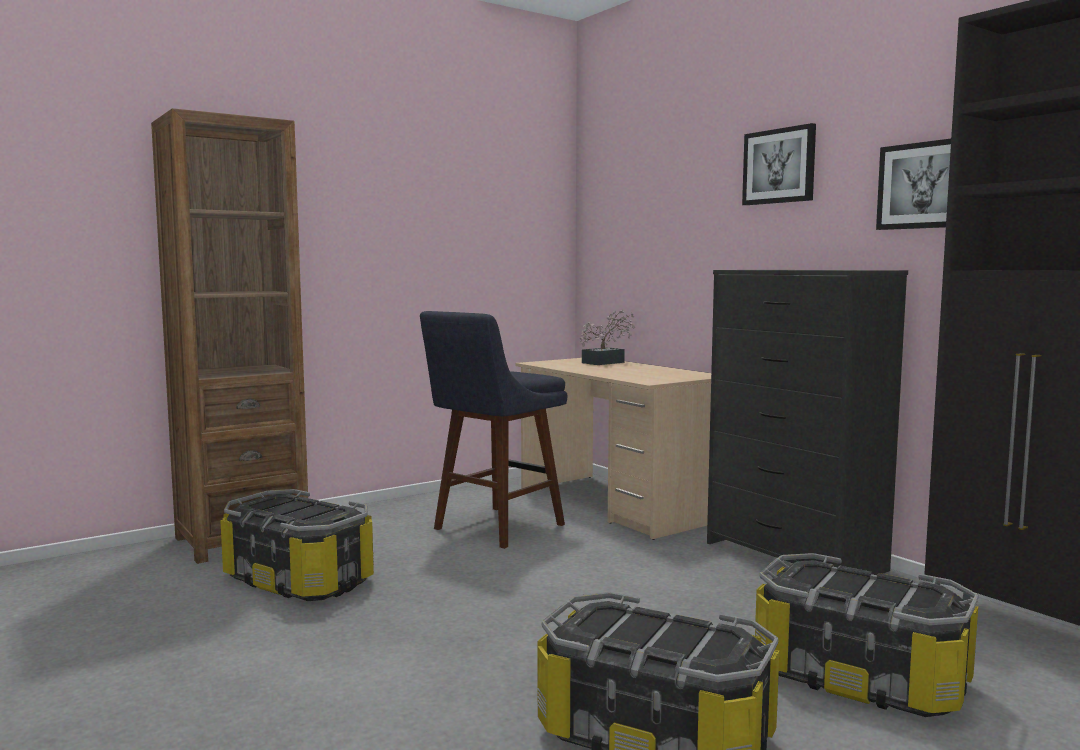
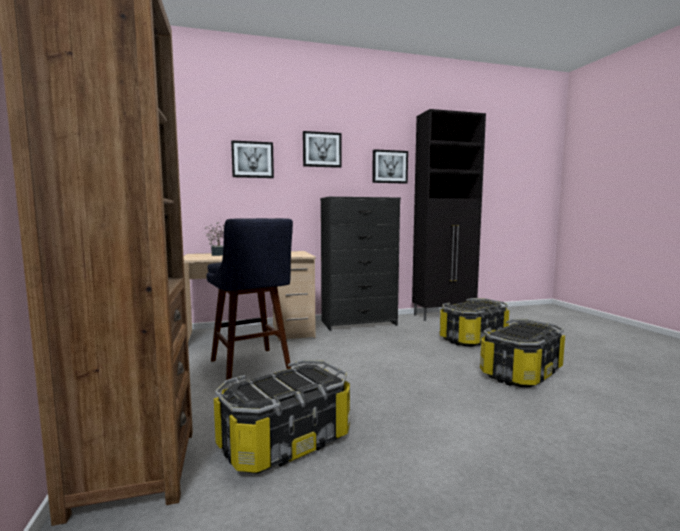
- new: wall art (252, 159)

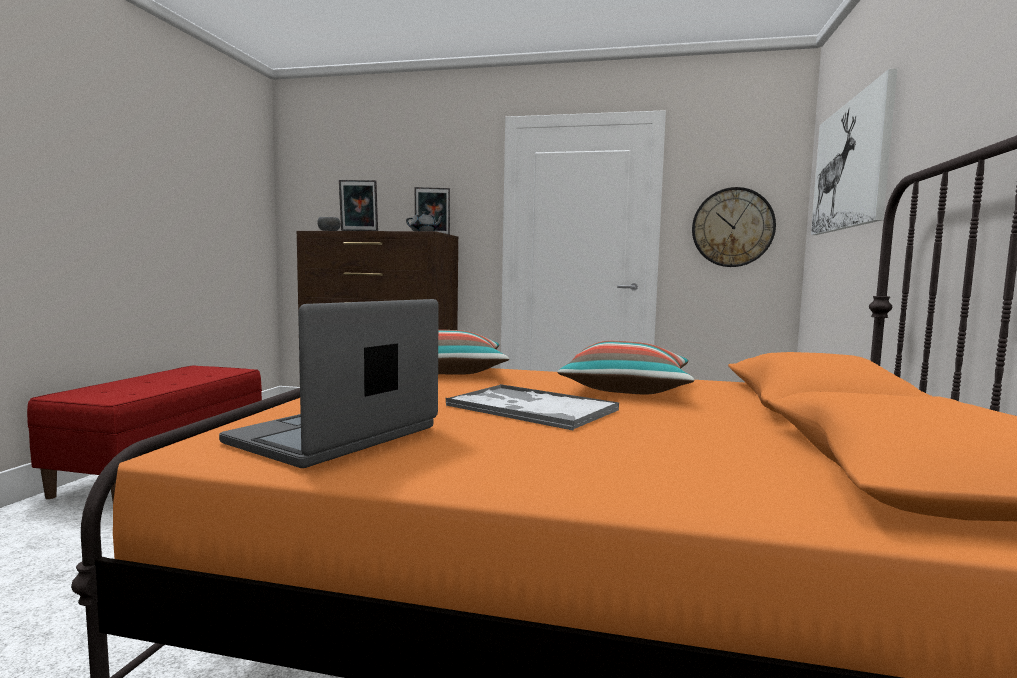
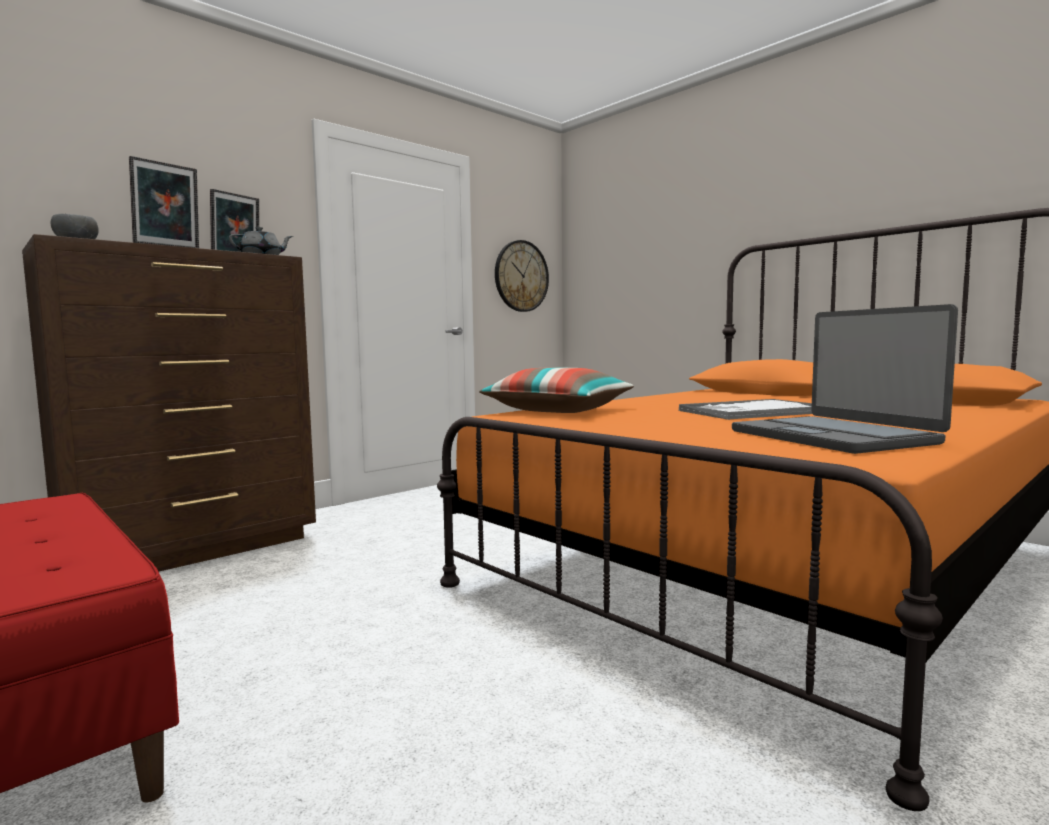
- gone: pillow (626, 368)
- gone: wall art (854, 152)

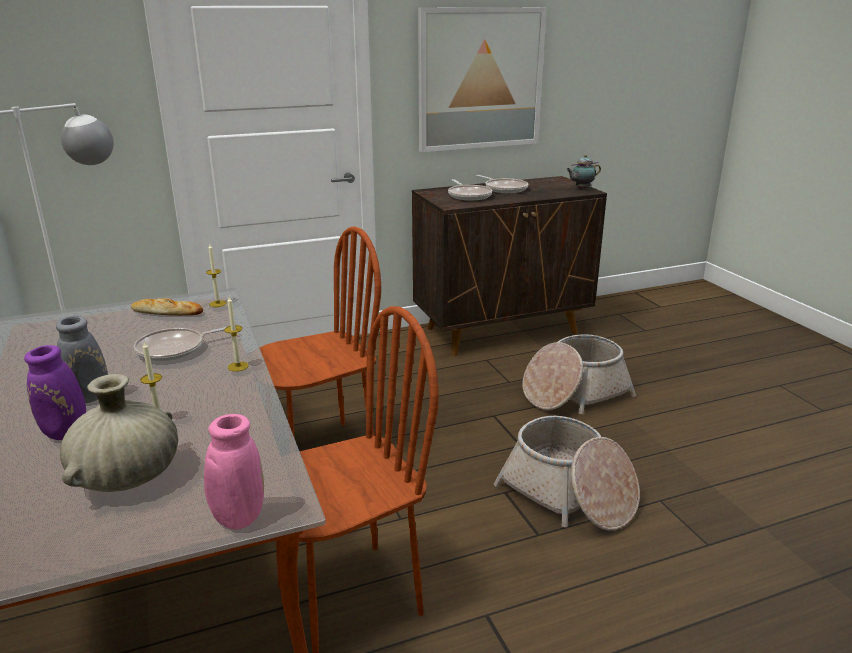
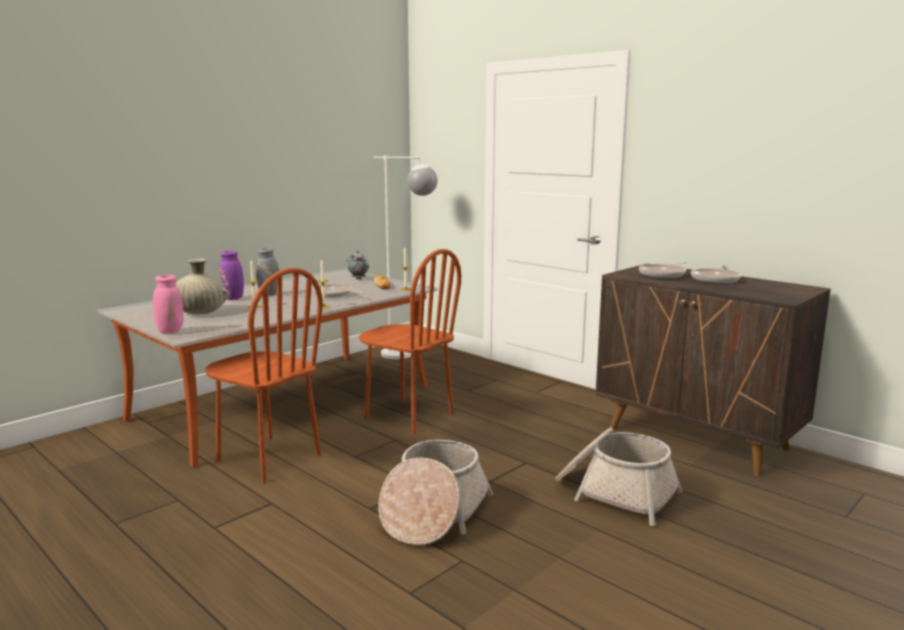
- gone: wall art (482, 79)
- shifted: pot for tea (583, 171) to (358, 265)

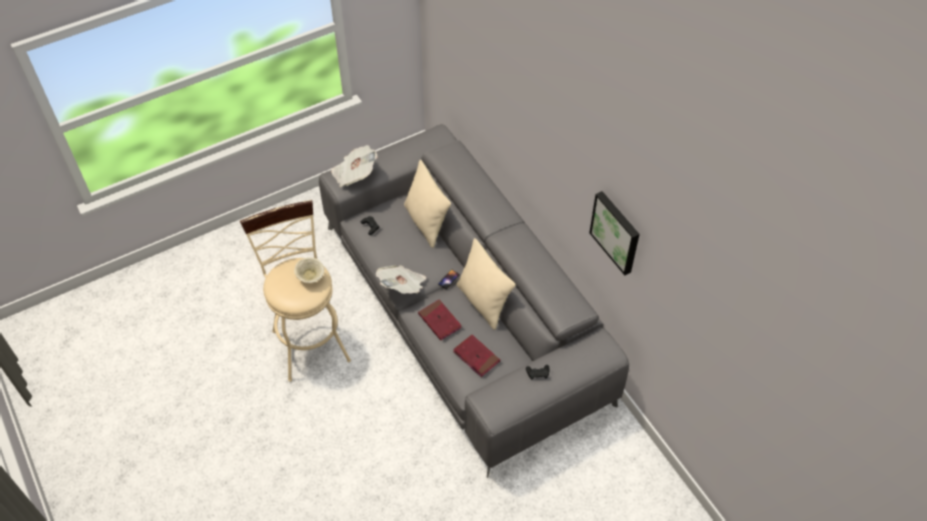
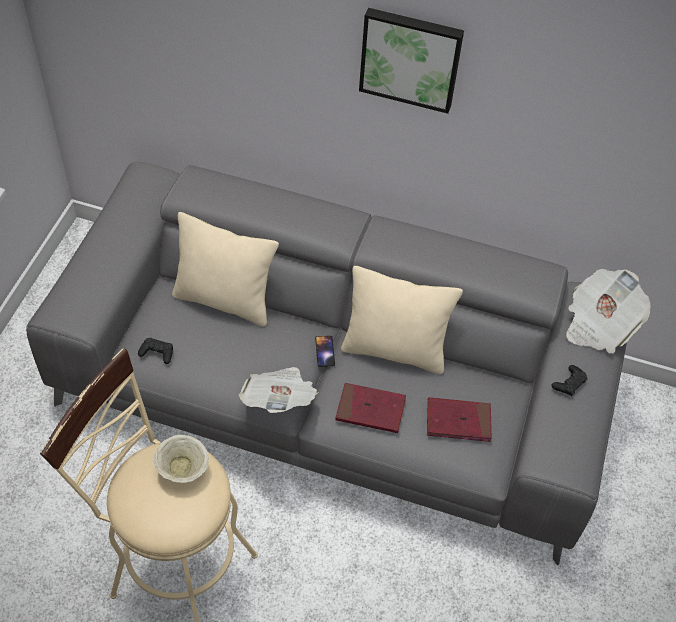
- shifted: printed paper (354, 166) to (608, 311)
- shifted: wall art (614, 233) to (411, 61)

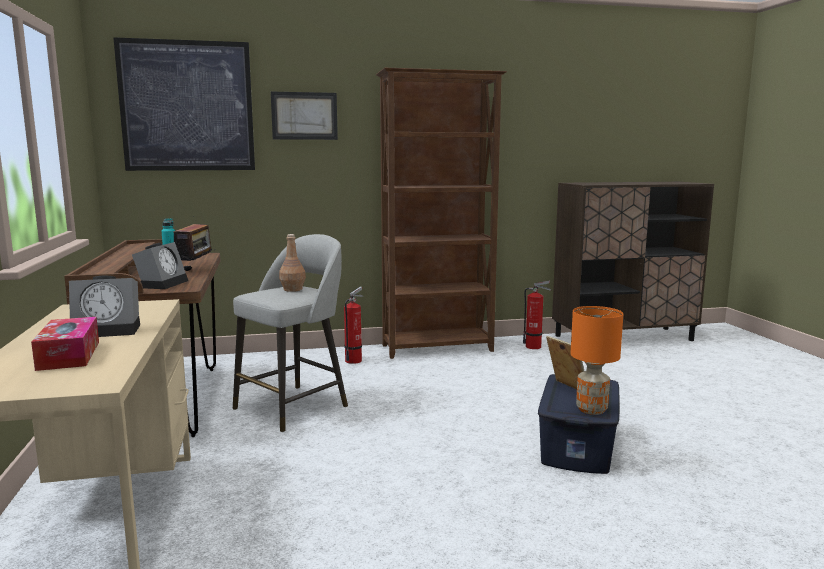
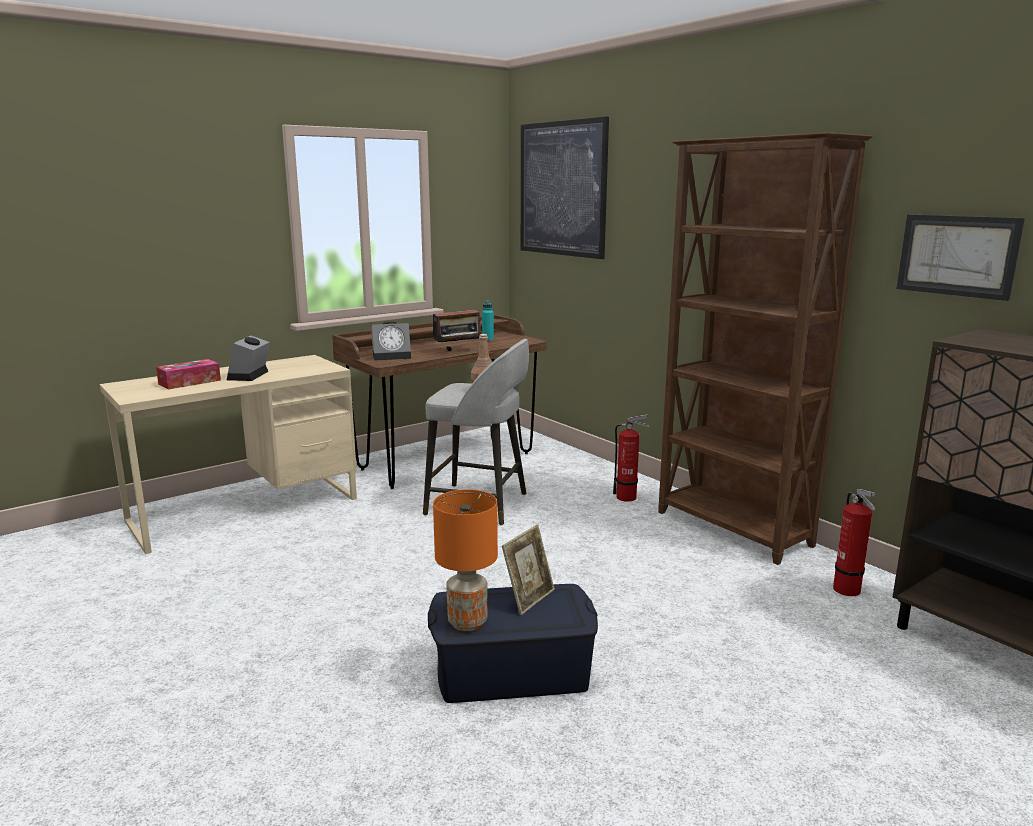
- rotated: table clock (104, 306) = (248, 358) 45 degrees clockwise
- shifted: wall art (304, 116) to (961, 258)

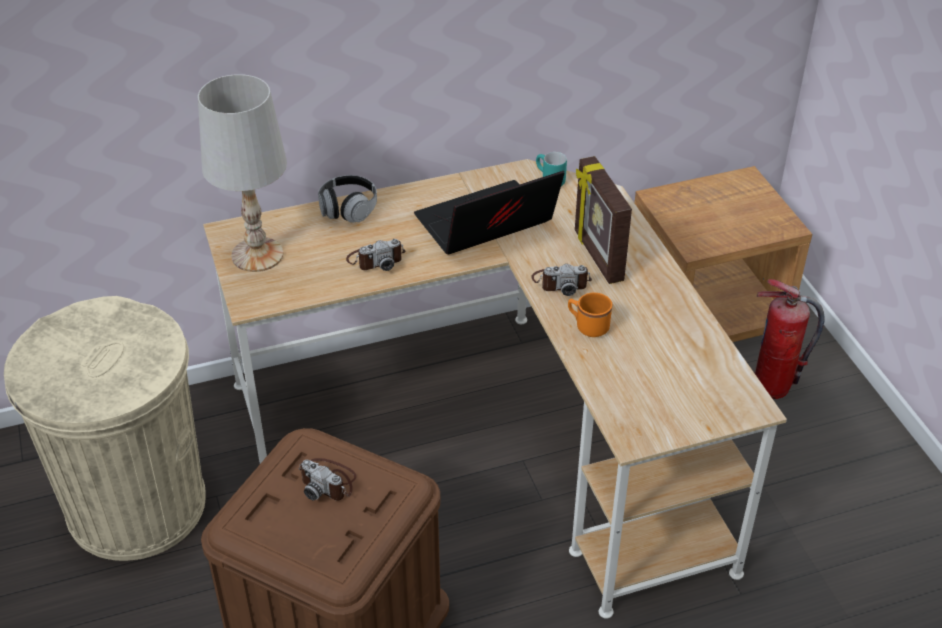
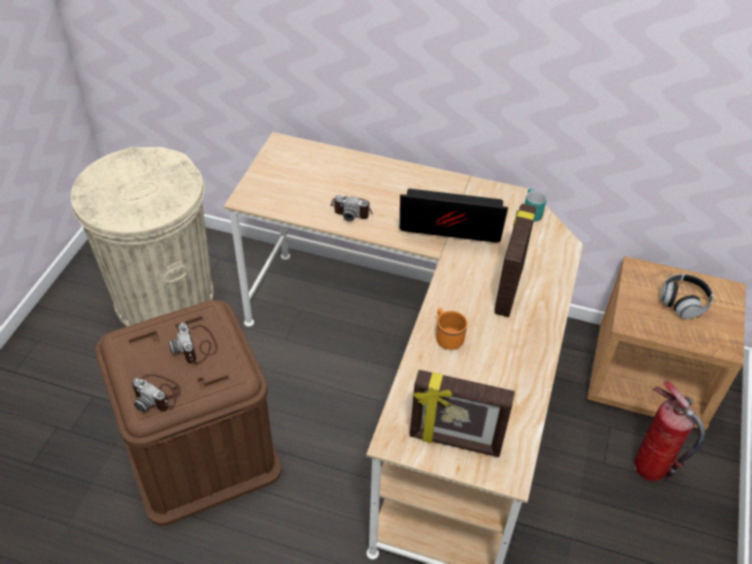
- gone: table lamp/white (242, 173)
- shifted: pair of headphones (347, 199) to (686, 296)
- shifted: photo camera (561, 280) to (156, 393)
- new: photo frame (462, 413)

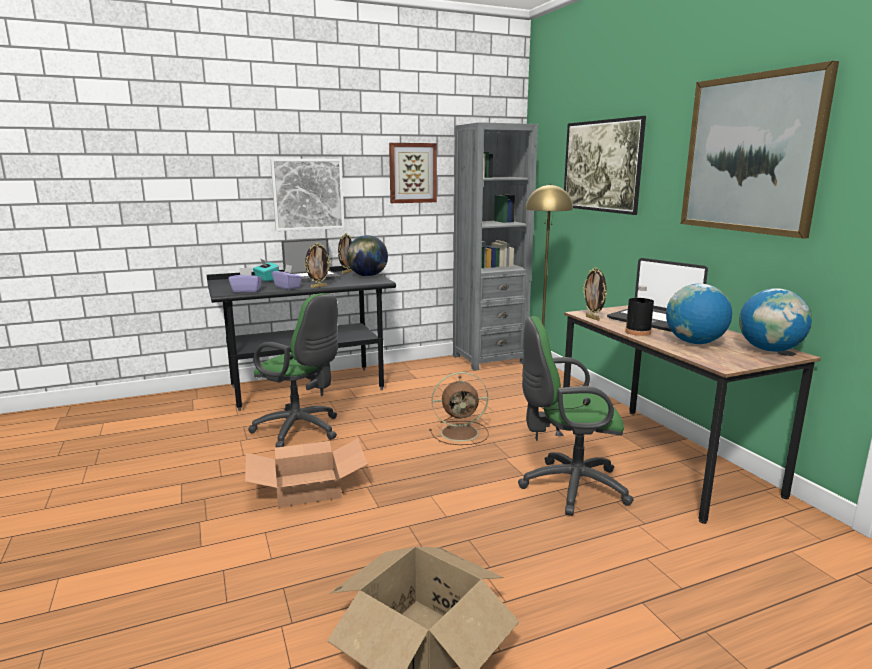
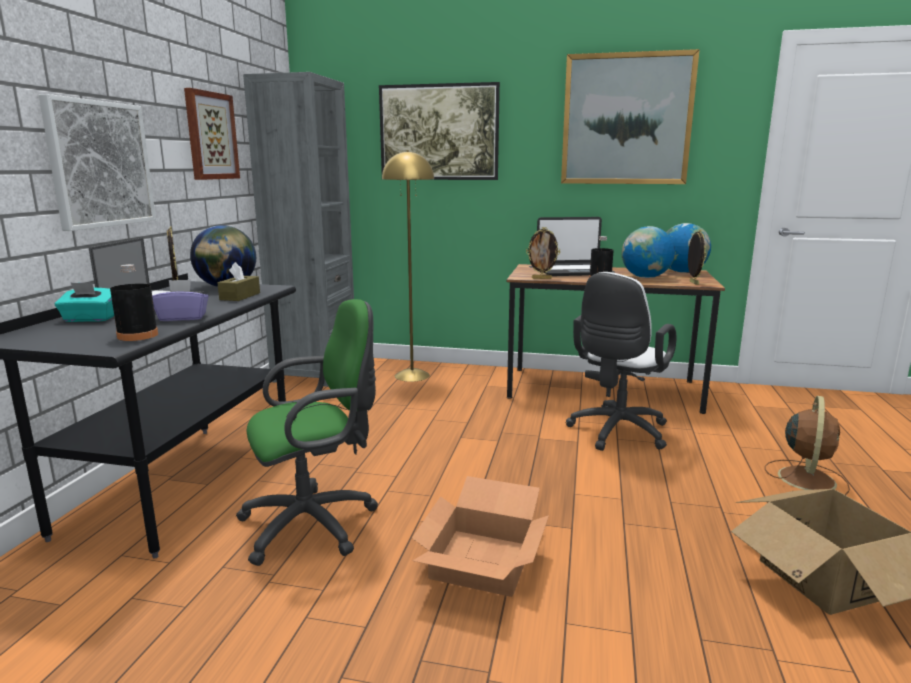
- swapped: tissue holder/purple-coloured (245, 280) to drink bottle/black (134, 302)
- shifted: photo frame (317, 265) to (697, 257)
- shifted: fan/brown-coloured (459, 408) to (807, 445)
- repainted: computer chair/green-coloured (576, 416) to computer chair/white (621, 361)
- new: tissue holder/brown-coloured (239, 281)

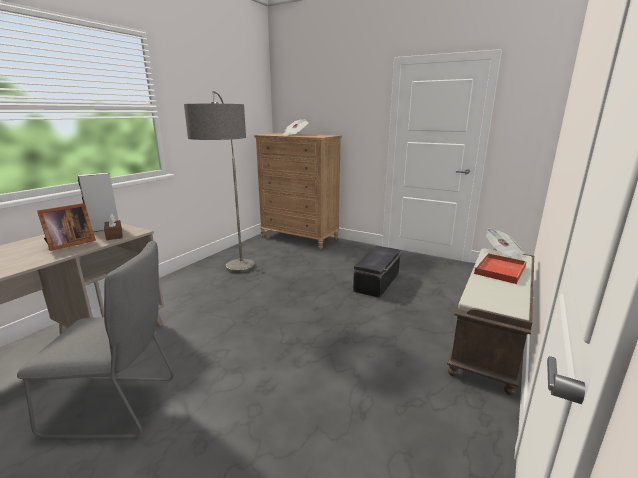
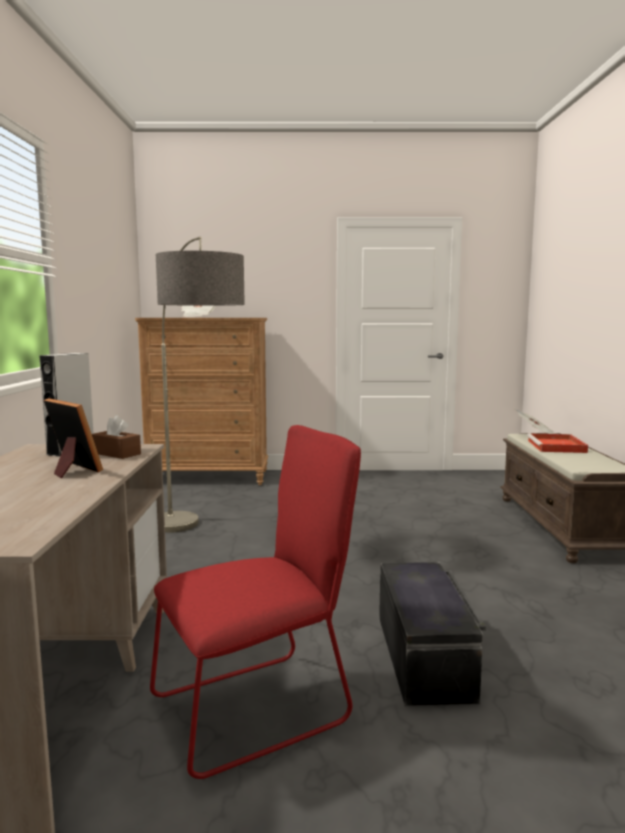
- repainted: chair/grey (95, 339) to chair/red-coloured (255, 602)
- rotated: photo frame (66, 227) = (73, 438) 60 degrees counterclockwise
- shifted: storage container/black (377, 272) to (432, 634)

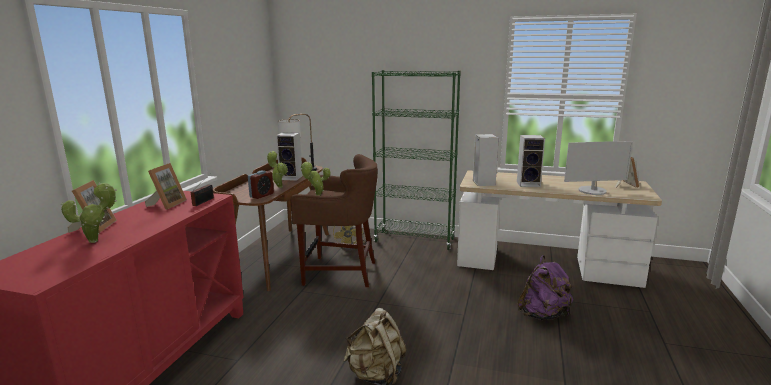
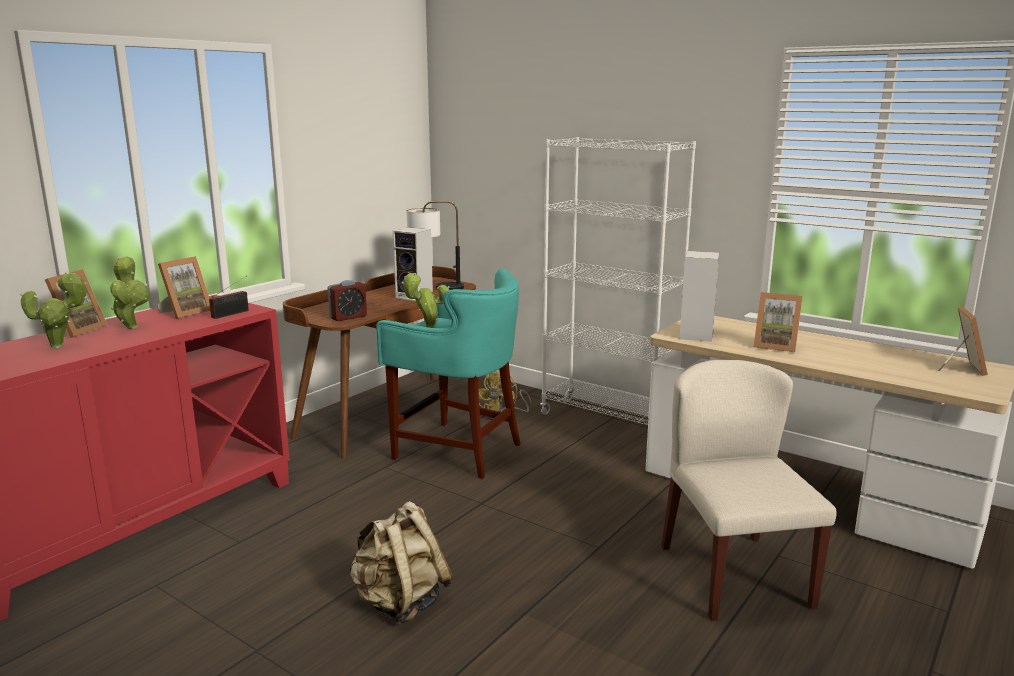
- shifted: houseplant (277, 169) to (130, 293)
- repainted: sitting stool/brown-coloured (334, 221) to sitting stool/turquoise (448, 373)
- repainted: shelving unit/green-coloured (416, 160) to shelving unit/white (618, 281)
- swapped: loudspeaker (531, 161) to photo frame (778, 322)
- swapped: knapsack/purple-coloured (545, 287) to chair/beige-coloured (749, 490)
- gone: computer display (598, 168)

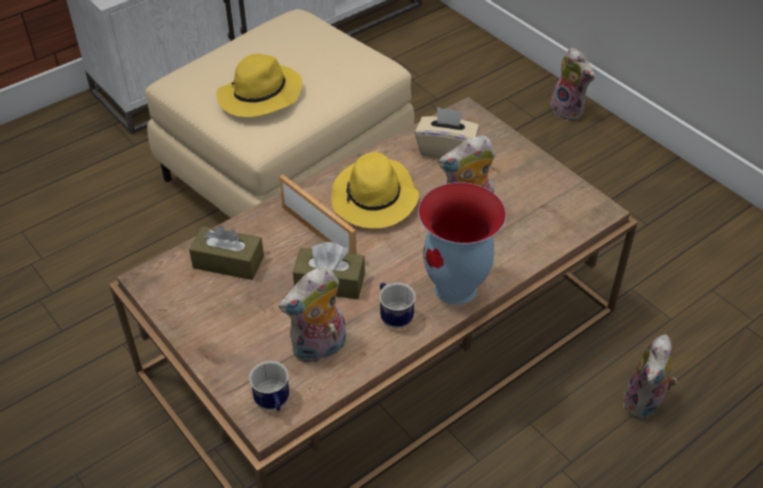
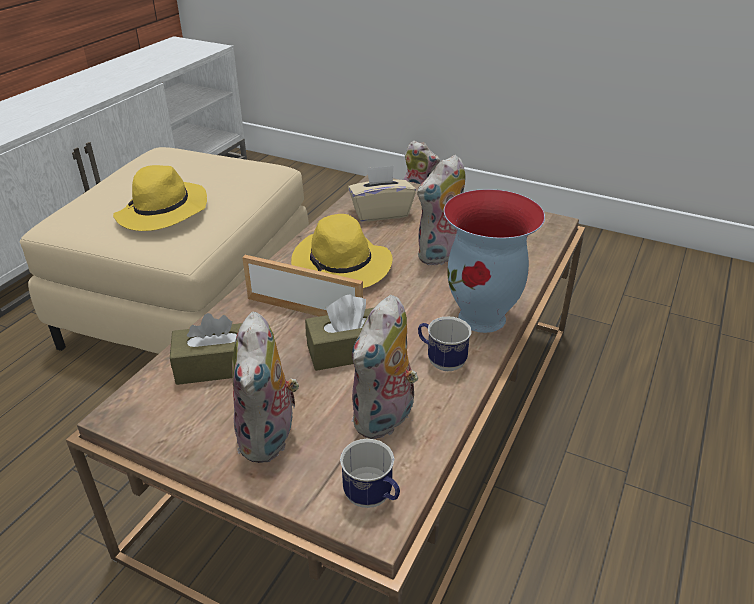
- shifted: cuddly toy (650, 376) to (265, 387)

